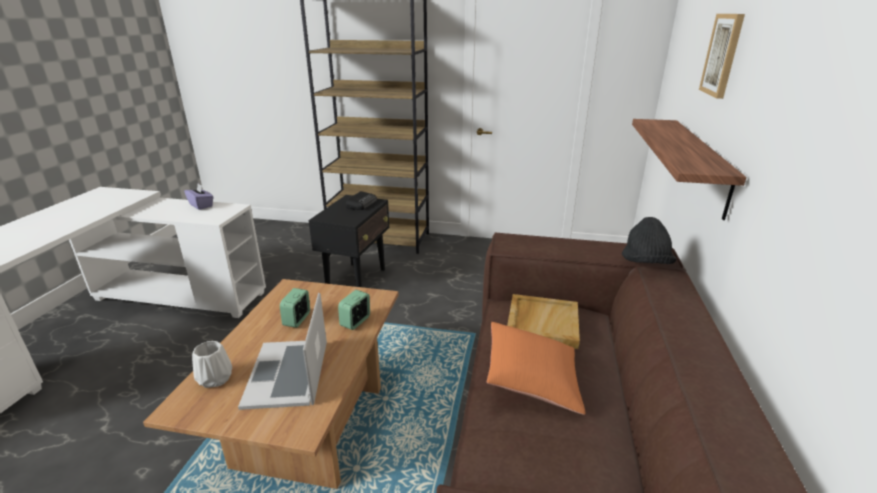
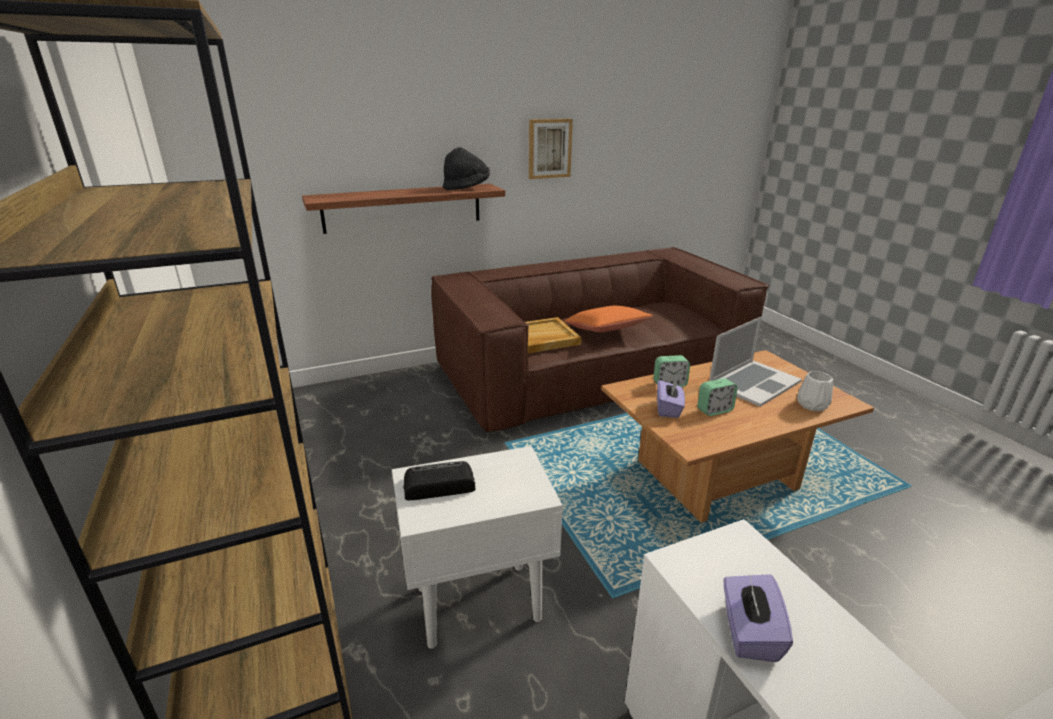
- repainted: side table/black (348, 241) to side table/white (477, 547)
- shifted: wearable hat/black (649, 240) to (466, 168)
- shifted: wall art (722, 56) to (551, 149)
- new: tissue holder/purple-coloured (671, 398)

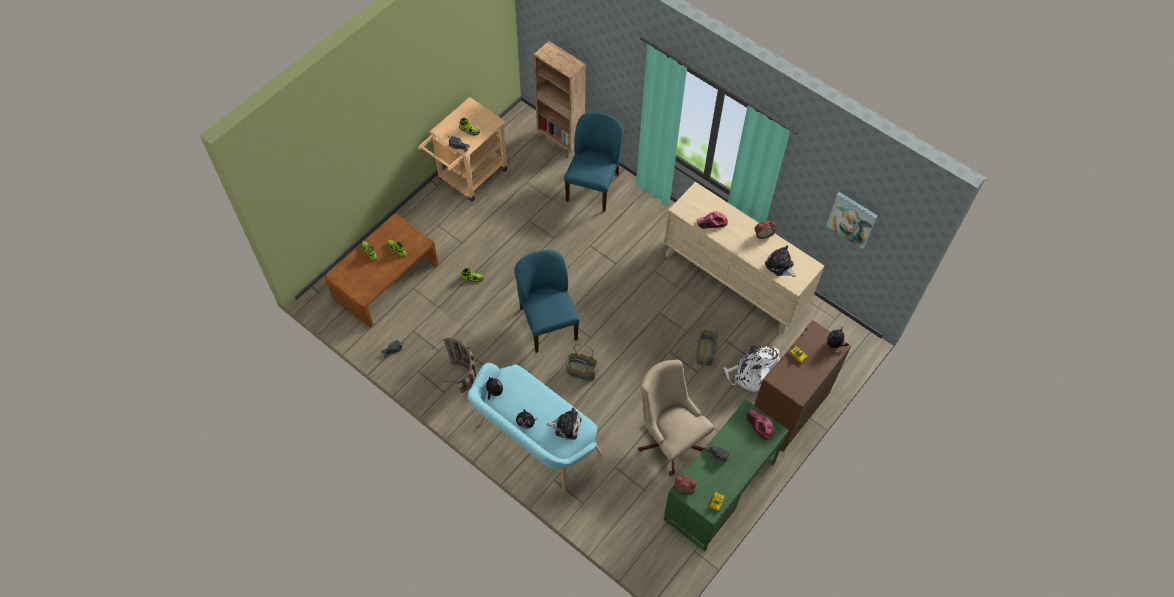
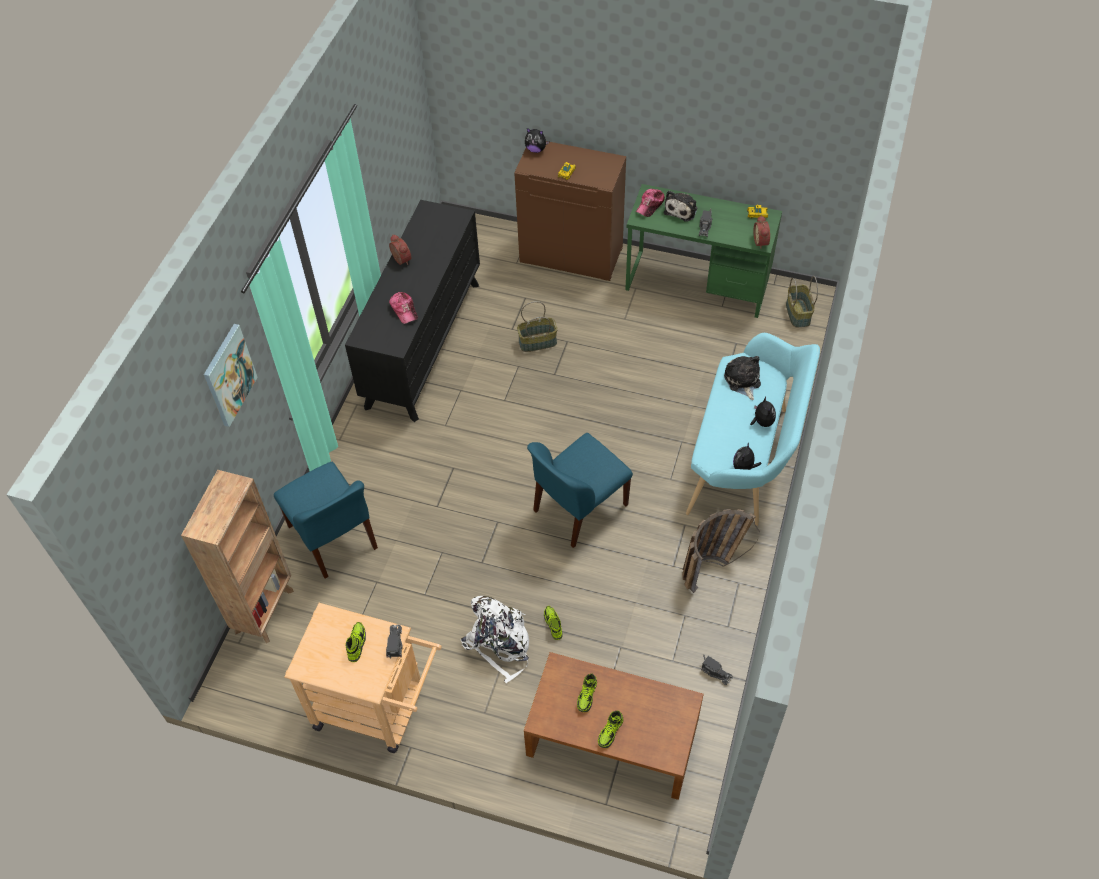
- rotated: chair/blue (594, 162) = (326, 520) 120 degrees counterclockwise
- shifted: household basket (581, 362) to (802, 301)
- gone: computer chair/beige-coloured (676, 418)
- repainted: dresser/beige-coloured (744, 258) to dresser/black (412, 311)
- shifted: knapsack/white (752, 369) to (495, 639)
- shifted: cuddly toy (780, 261) to (680, 206)
- shifted: wall art (852, 220) to (231, 375)

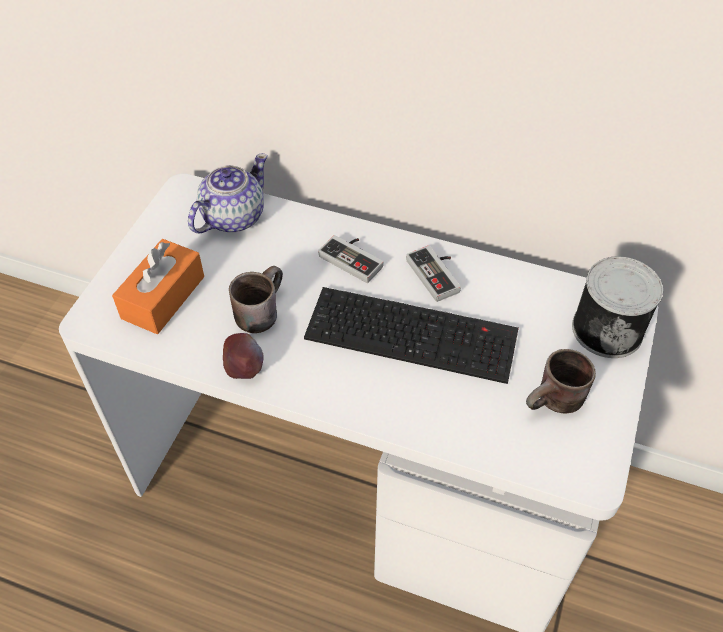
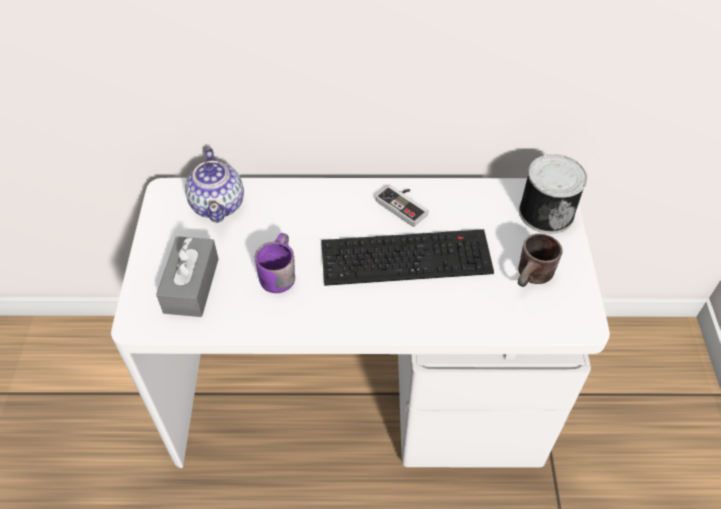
- repainted: tissue holder/orange (158, 286) to tissue holder/grey (187, 276)
- rotated: pot for tea (228, 193) = (214, 185) 150 degrees clockwise
- gone: apple (243, 356)
- repainted: tea mug/brown-coloured (256, 299) to tea mug/purple-coloured (275, 263)
- gone: game controller (350, 259)

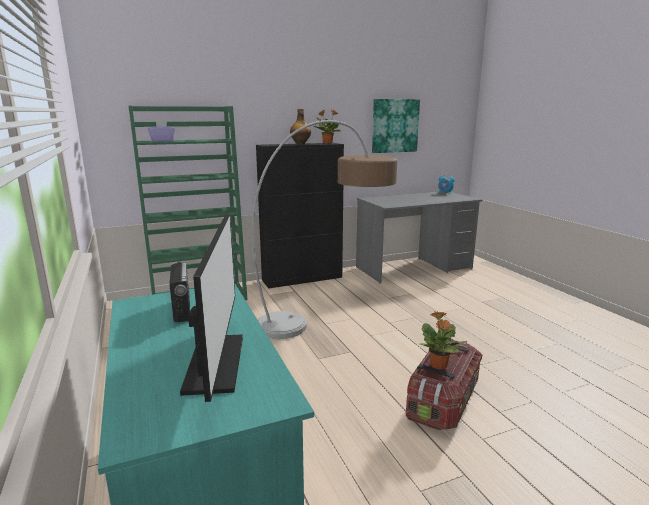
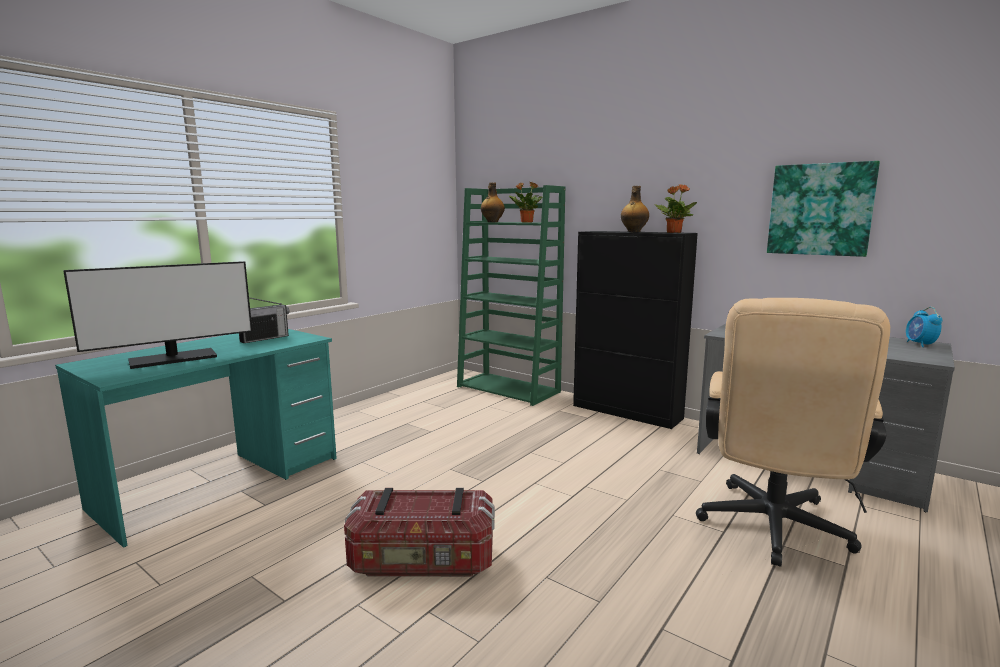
- swapped: tissue holder/purple-coloured (161, 131) to drink bottle (493, 202)
- gone: floor lamp (324, 229)
- shifted: houseplant (443, 340) to (526, 202)
- new: computer chair/beige-coloured (793, 432)

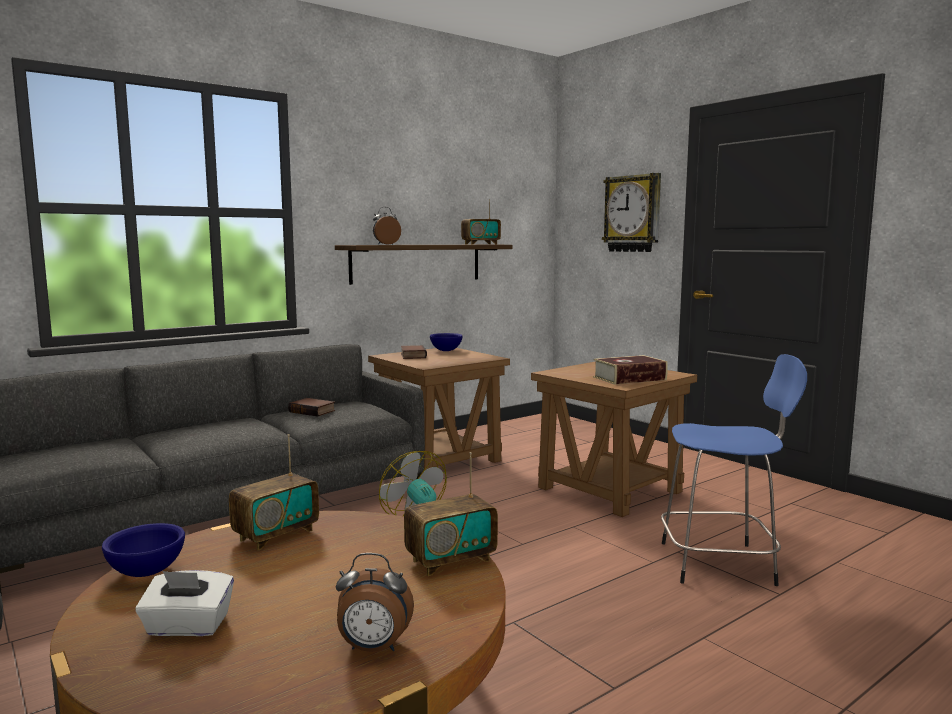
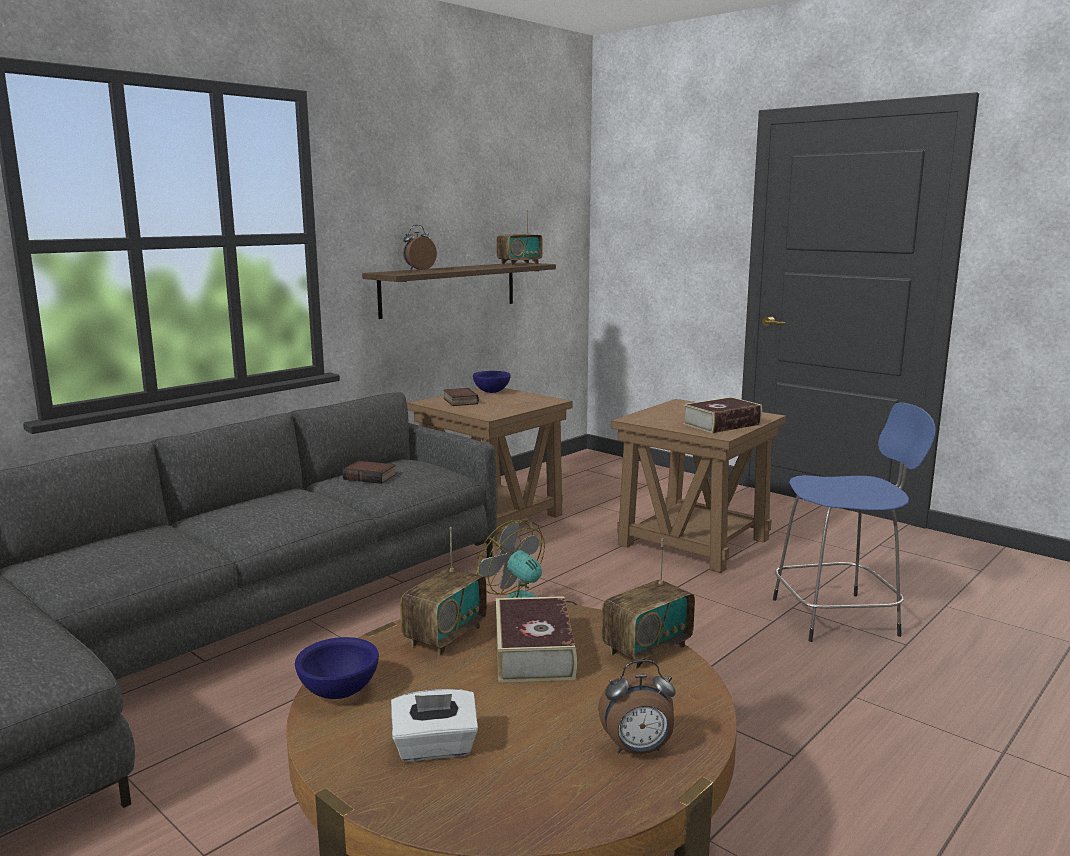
- gone: hanging clock (631, 212)
- new: bound book (536, 639)

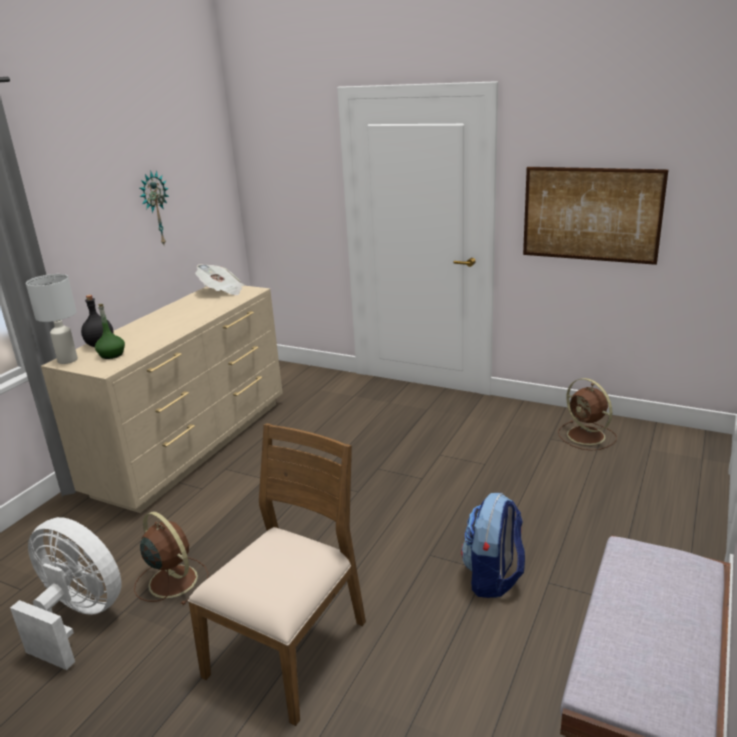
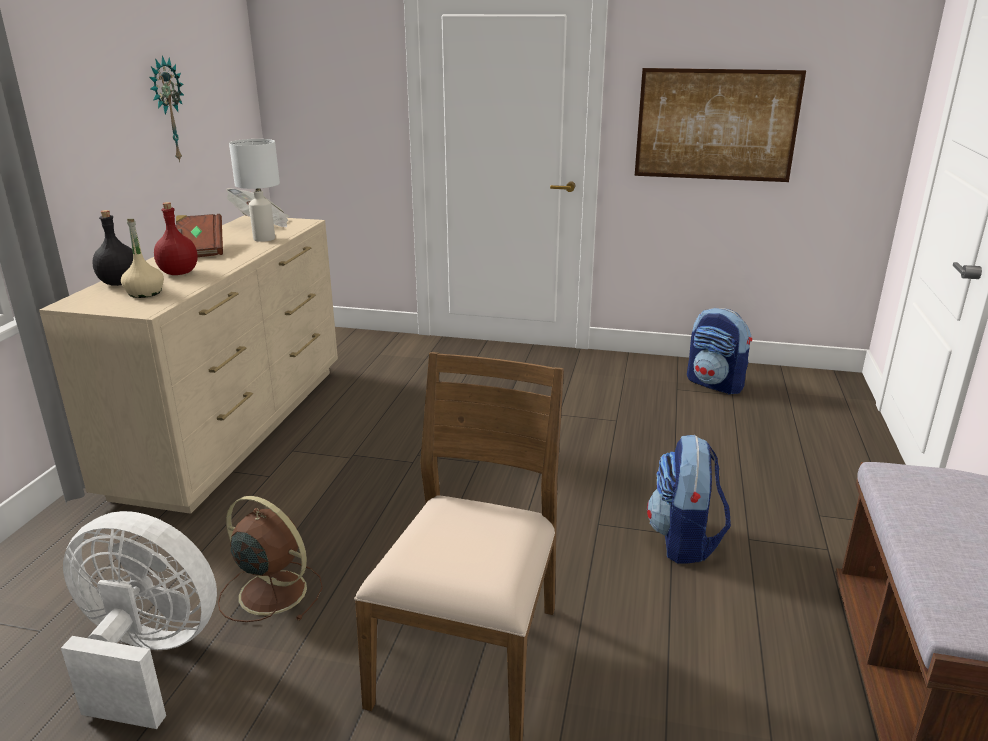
- shifted: table lamp/white (52, 319) to (254, 190)
- repainted: drink bottle/green-coloured (110, 331) to drink bottle/beige-coloured (142, 258)
- swapped: fan/brown-coloured (587, 414) to knapsack (719, 351)
- new: drink bottle/red-coloured (176, 238)
- new: bound book/brown-coloured (199, 235)

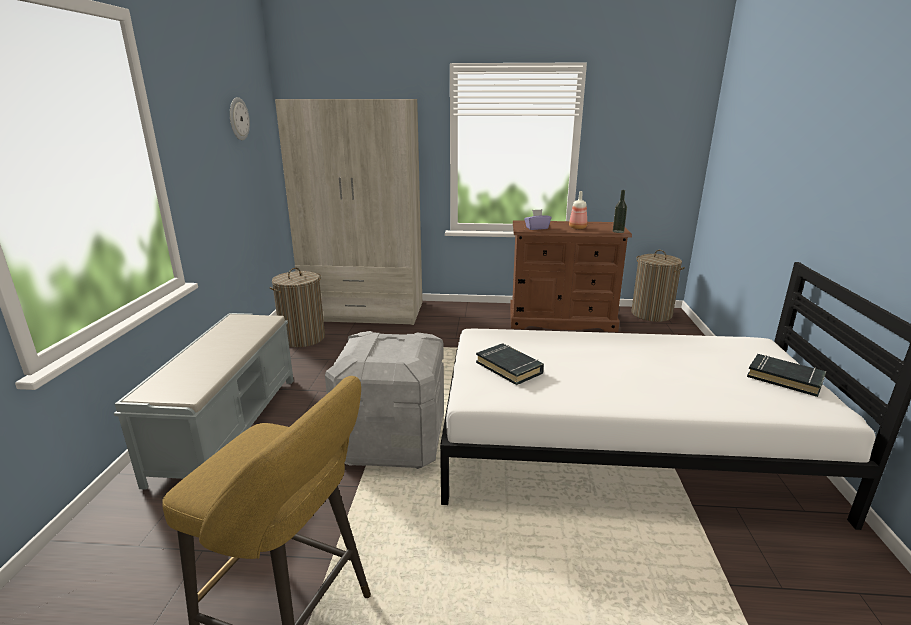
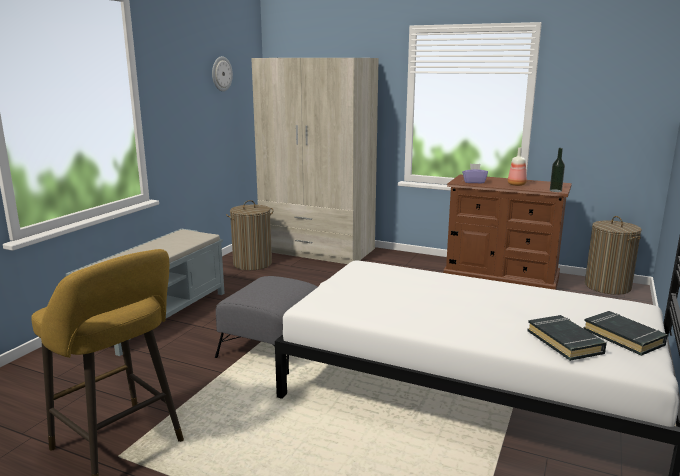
- swapped: storage container/grey (384, 400) to pouffe/grey (266, 325)
- shifted: bound book/black (510, 364) to (567, 338)

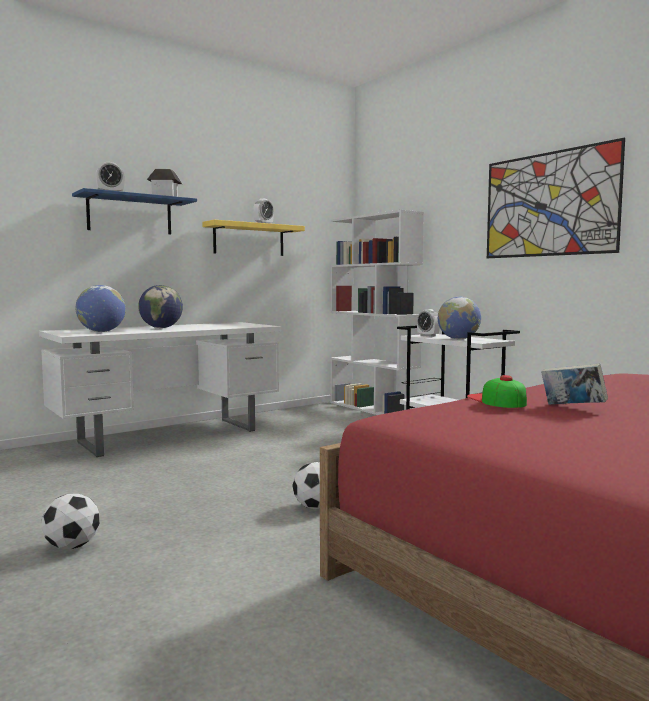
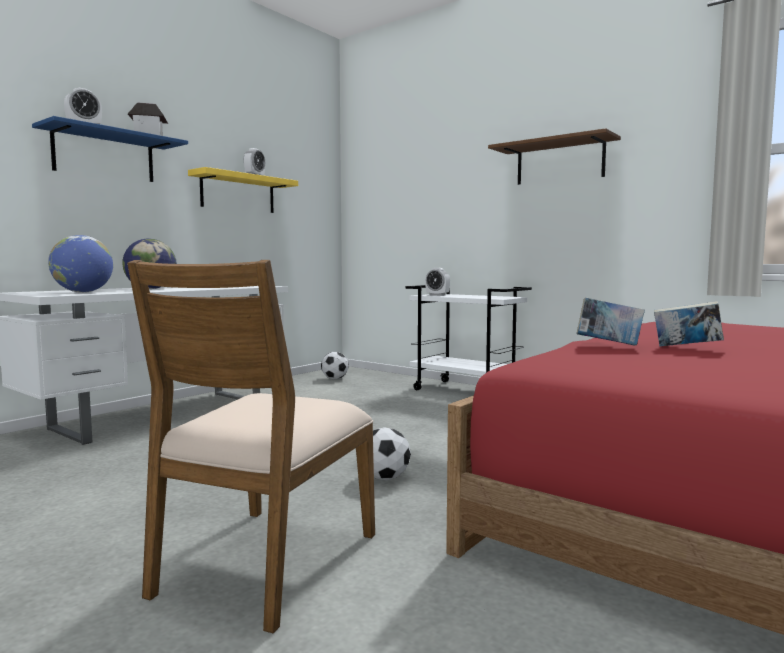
- shifted: ball for football (70, 521) to (335, 365)
- gone: shelving unit/white (377, 312)
- gone: desk globe (459, 318)
- swapped: peaked cap (497, 391) to bound book (611, 322)
- swapped: wall art (556, 198) to wall shelf/brown-coloured (554, 156)
- new: chair/brown-coloured (251, 447)

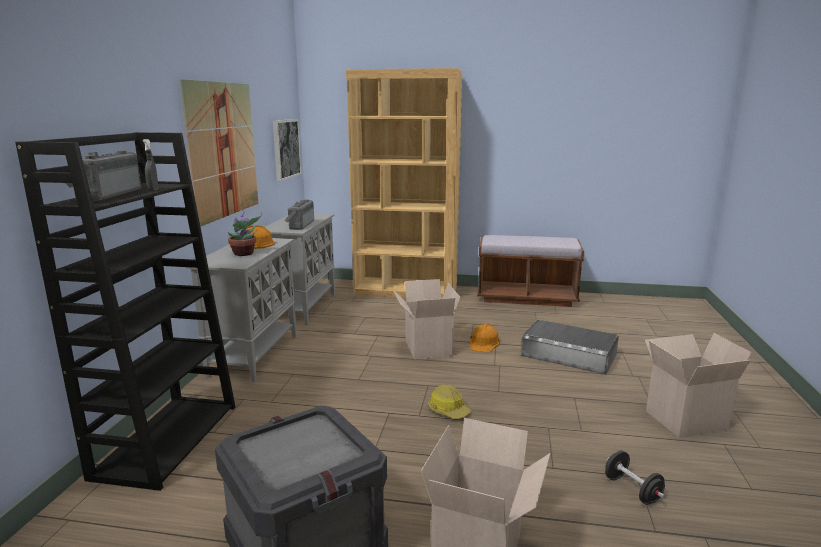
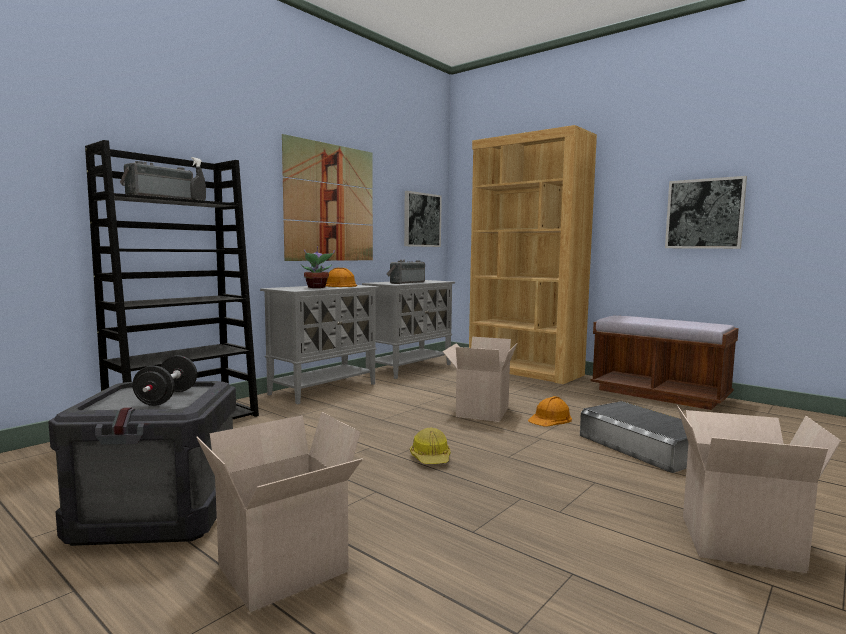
- shifted: hand weight/black (635, 478) to (164, 380)
- new: wall art (706, 212)

